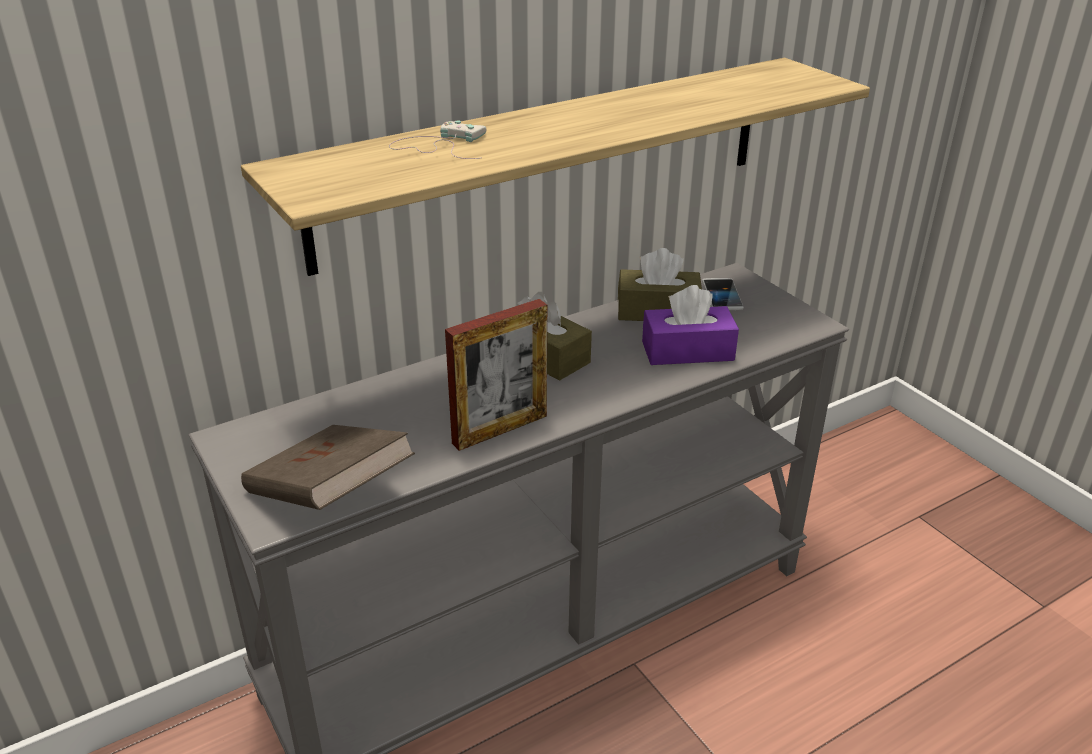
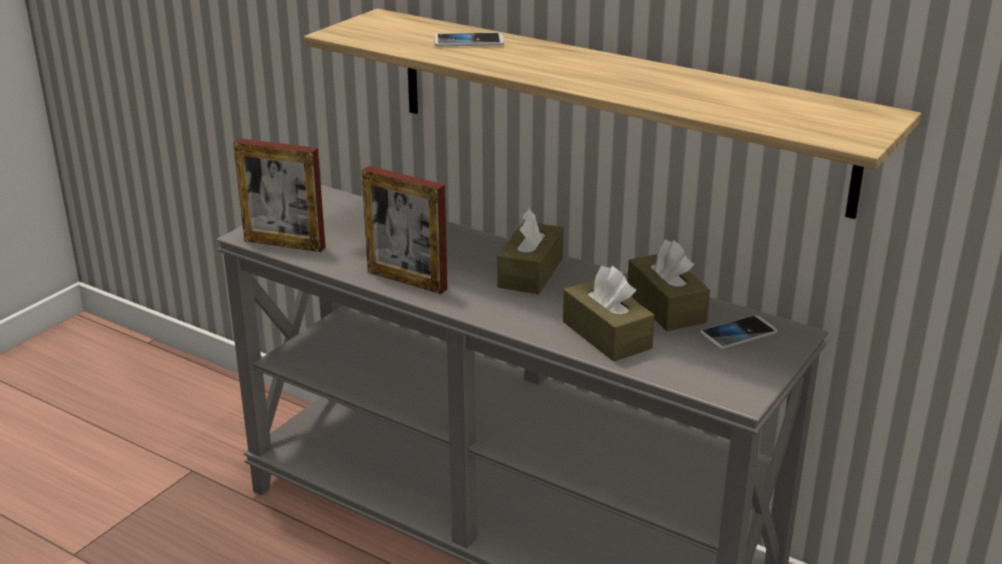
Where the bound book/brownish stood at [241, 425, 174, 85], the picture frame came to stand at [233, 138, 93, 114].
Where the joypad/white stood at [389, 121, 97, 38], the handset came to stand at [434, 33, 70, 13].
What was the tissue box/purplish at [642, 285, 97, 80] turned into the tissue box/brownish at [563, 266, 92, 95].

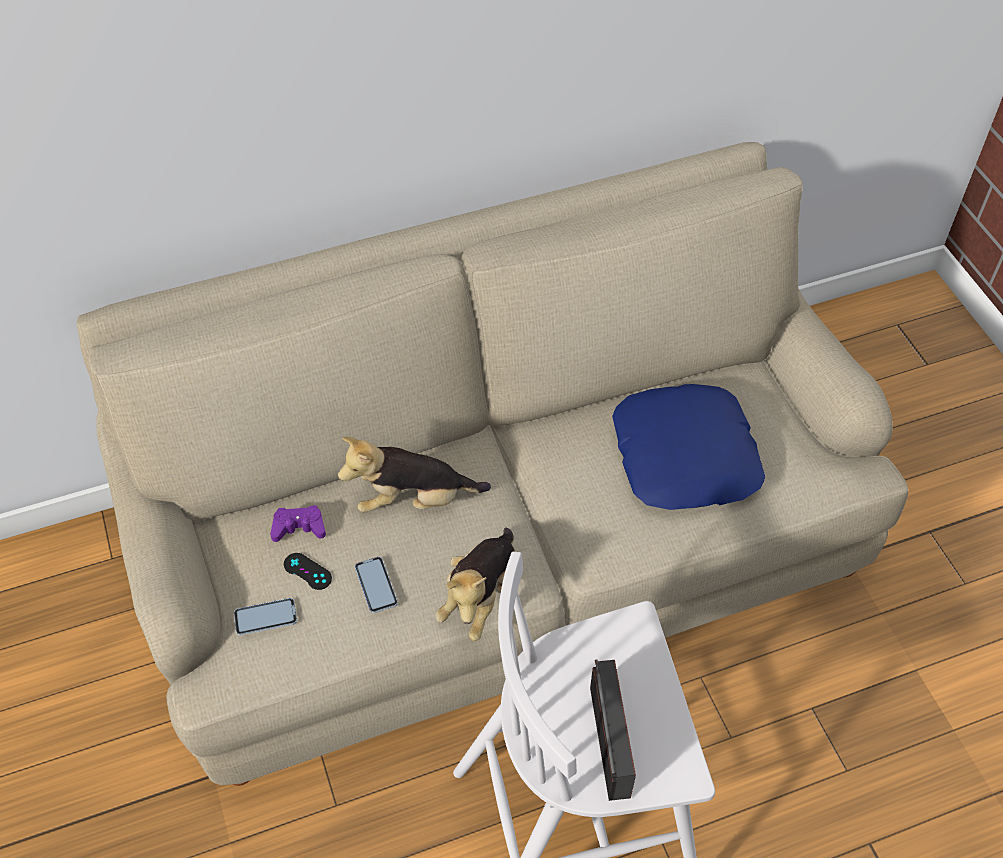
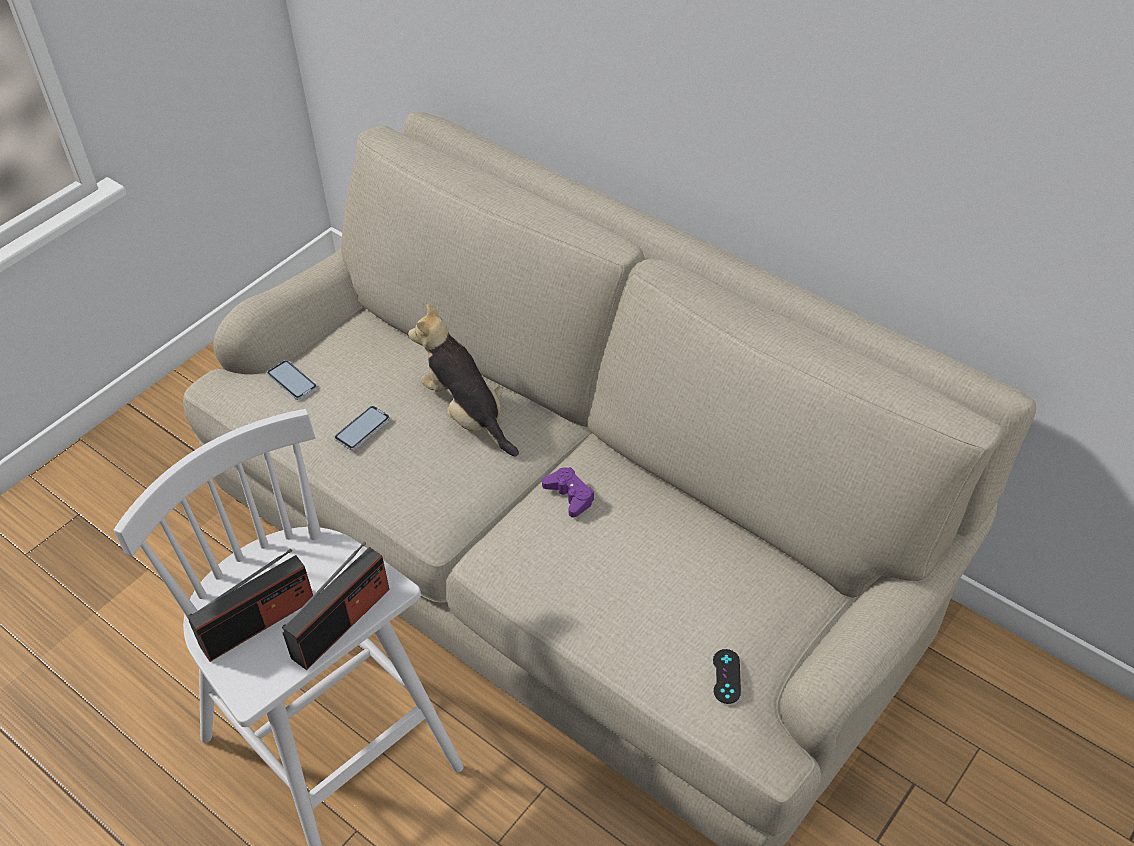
The second view gained the radio at [282, 542, 108, 128].
The joypad/purplish ended up elsewhere, having gone from [270, 505, 56, 37] to [542, 467, 53, 51].
The joypad/black ended up elsewhere, having gone from [284, 553, 48, 37] to [713, 649, 28, 55].
The second view lost the soft toy at [435, 528, 81, 113].
The second view lost the throw pillow/blue-coloured at [612, 384, 153, 126].

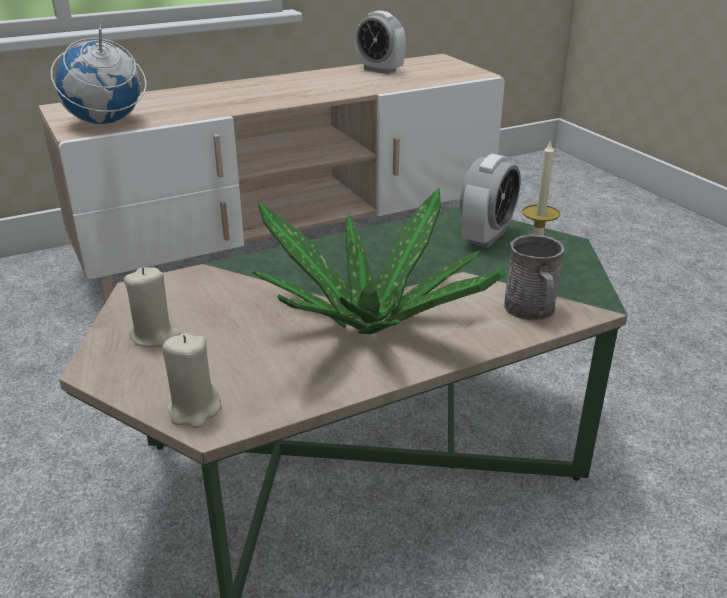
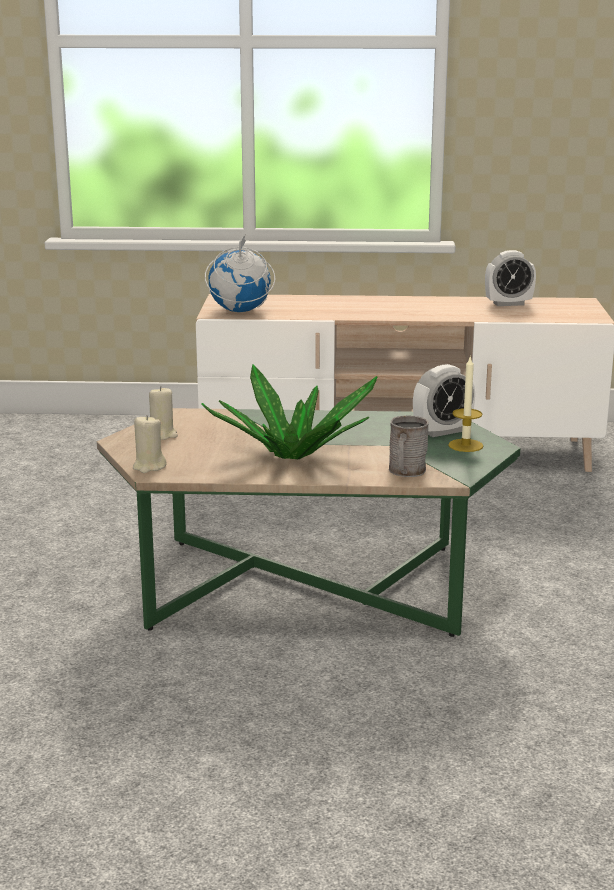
The table clock at [355, 11, 51, 63] ended up facing another way, 75 degrees counterclockwise from before.

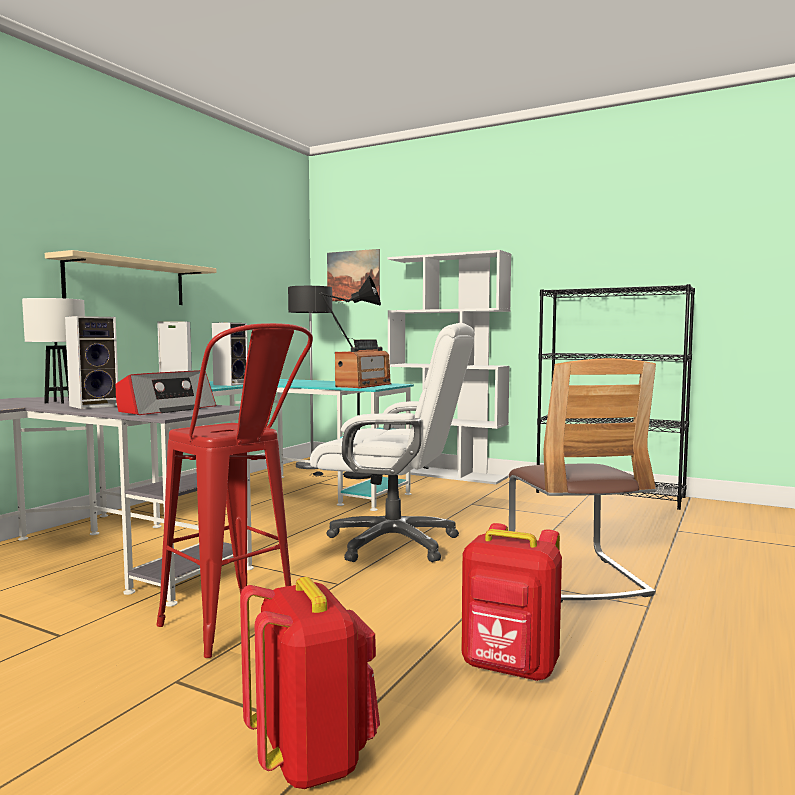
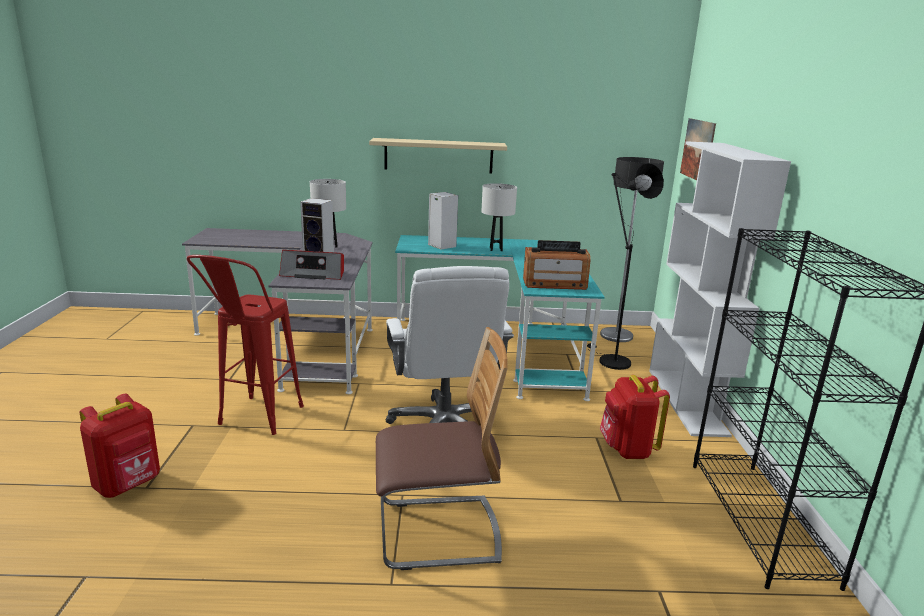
The upright chair at [509, 358, 147, 245] ended up facing another way, 150 degrees counterclockwise from before.
Where the audio speaker stood at [212, 322, 36, 64], the lamp for a table/white came to stand at [481, 183, 36, 68].
The knapsack/red-coloured ended up elsewhere, having gone from [462, 523, 100, 158] to [600, 375, 70, 84].

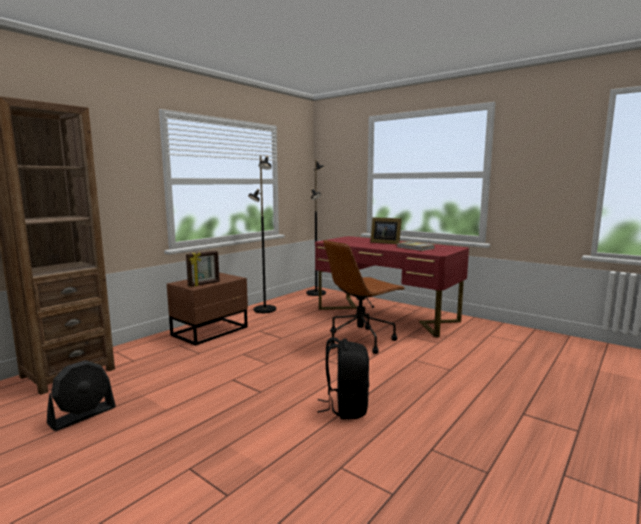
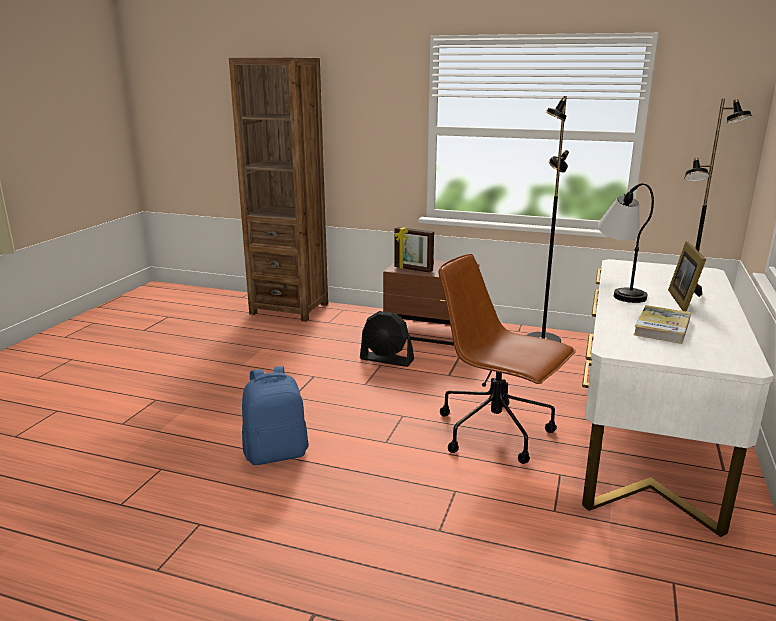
What was the knapsack/black at [317, 337, 52, 82] turned into the knapsack/blue-coloured at [242, 366, 67, 99].
The cooling fan/black ended up elsewhere, having gone from [47, 360, 69, 71] to [360, 311, 54, 56].
What was the desk/red-coloured at [315, 236, 154, 101] turned into the desk/white at [582, 259, 192, 278].
The second view gained the lamp for a table at [597, 183, 57, 120].

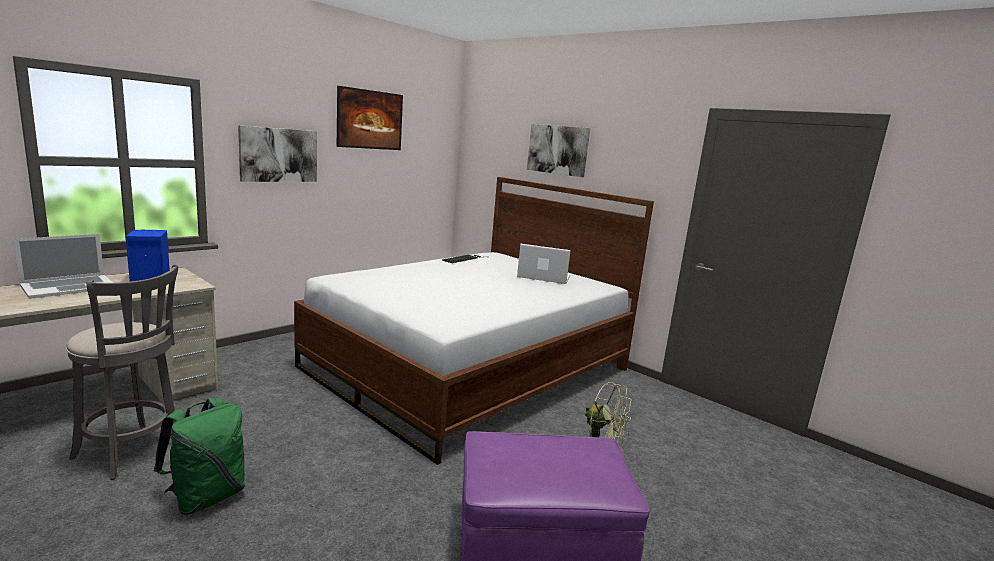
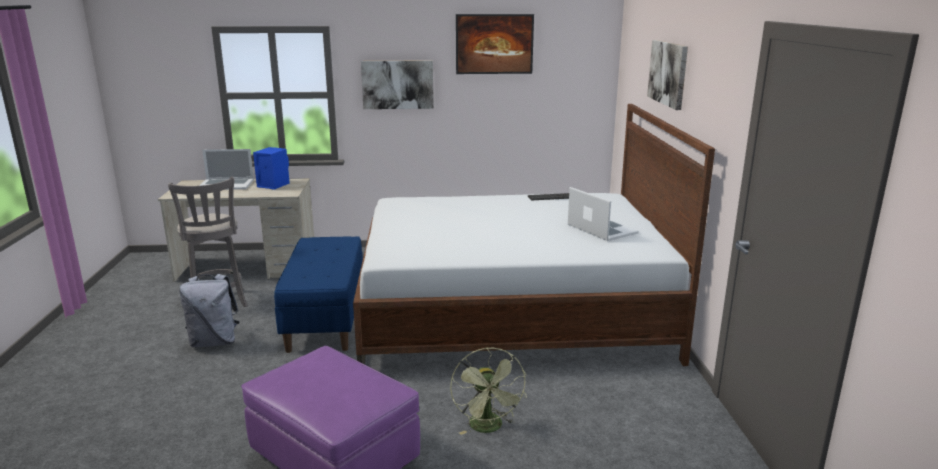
What was the knapsack/greenish at [154, 398, 91, 117] turned into the knapsack/greyish at [179, 274, 61, 73].
The second view gained the bench/blue-coloured at [274, 236, 89, 117].

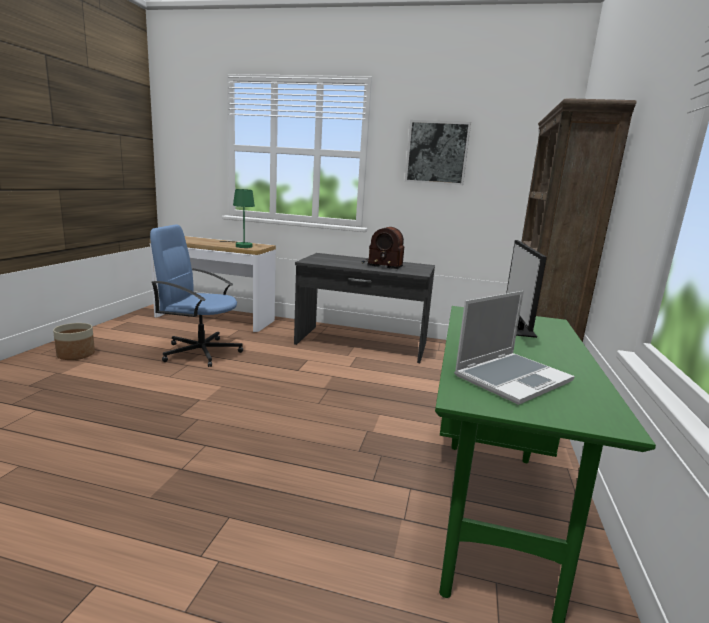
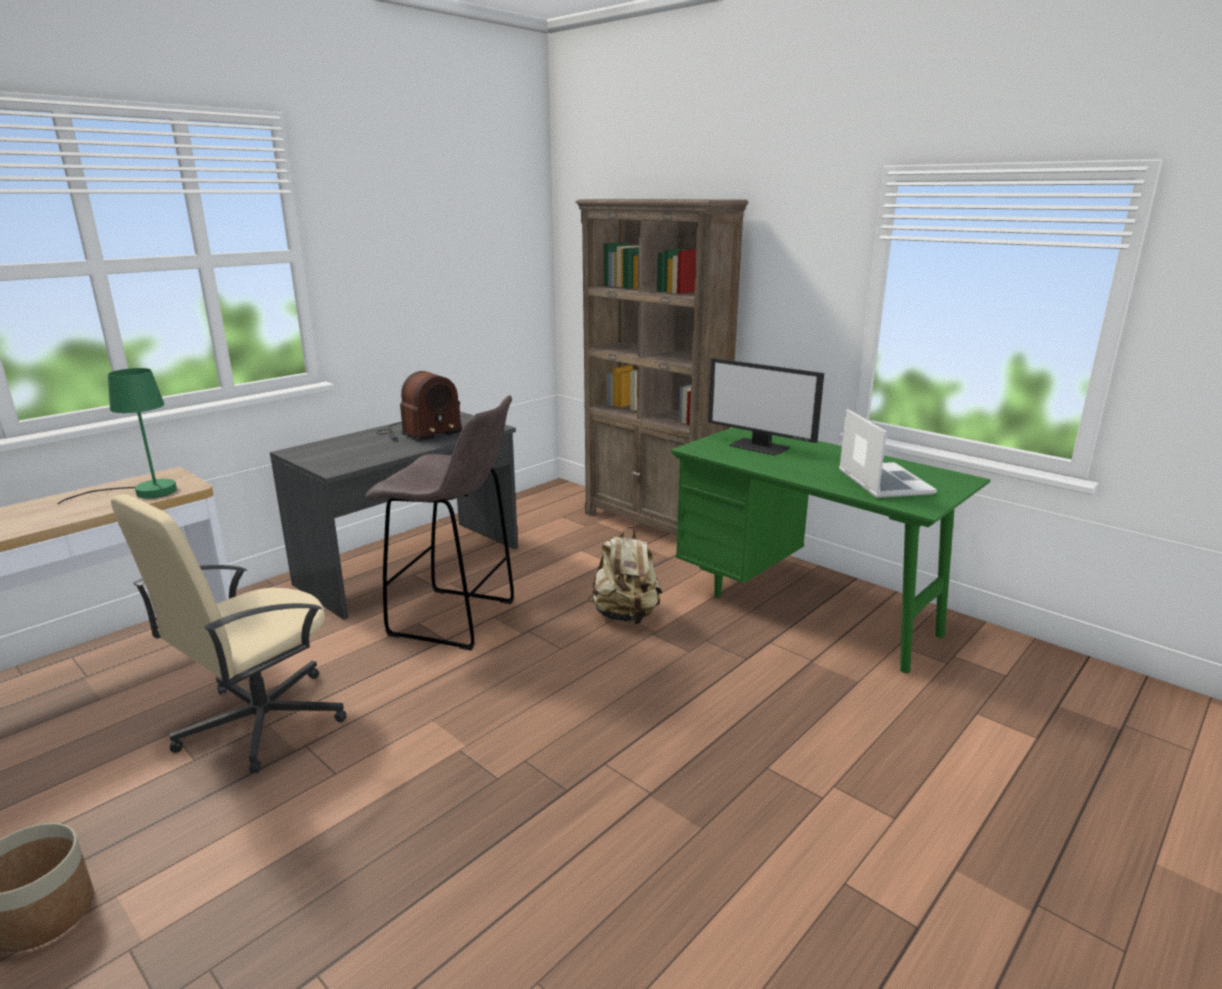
What was the computer chair/blue-coloured at [150, 225, 93, 142] turned into the computer chair/sand-coloured at [111, 494, 236, 280].
The second view gained the sitting stool/greyish at [365, 395, 149, 255].
The second view gained the knapsack/sand-coloured at [588, 526, 74, 98].
The second view lost the picture at [405, 120, 66, 65].

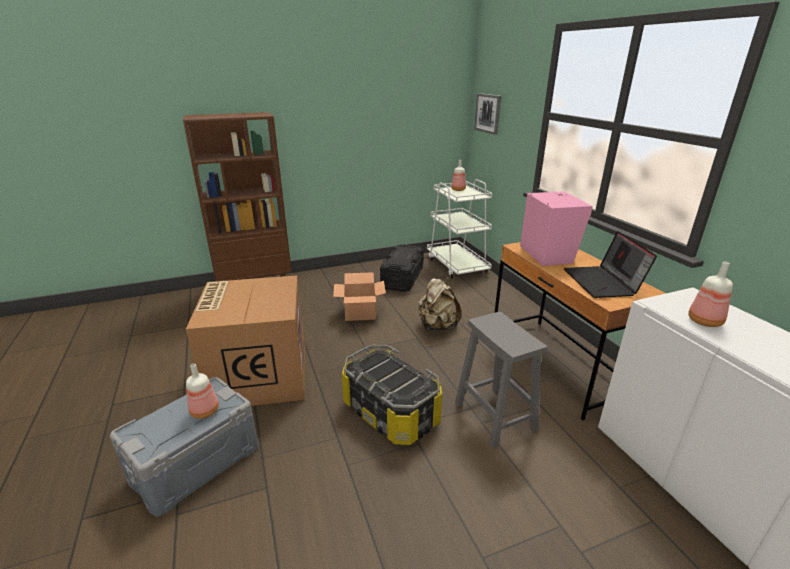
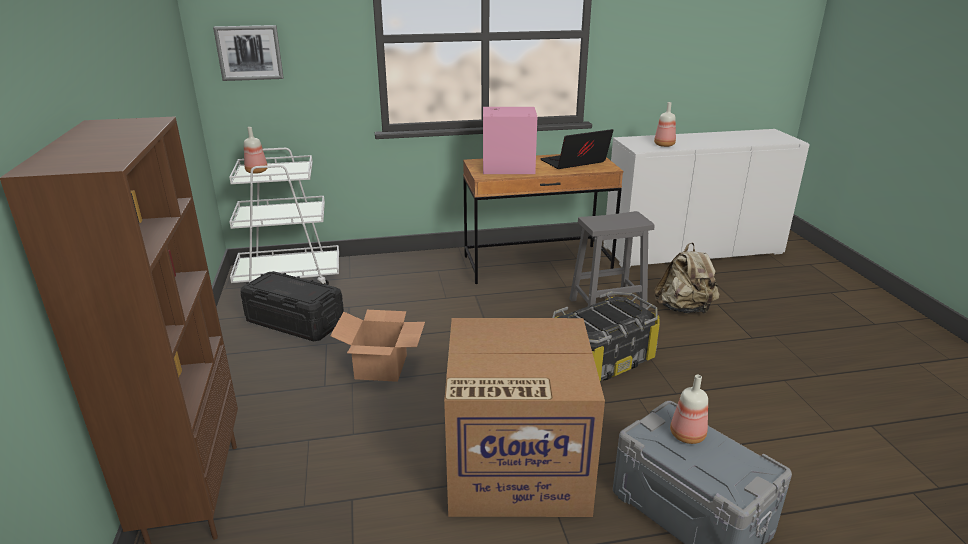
The laptop at [564, 231, 93, 67] ended up facing another way, 150 degrees clockwise from before.
The knapsack/sand-coloured ended up elsewhere, having gone from [418, 277, 43, 54] to [655, 243, 65, 71].

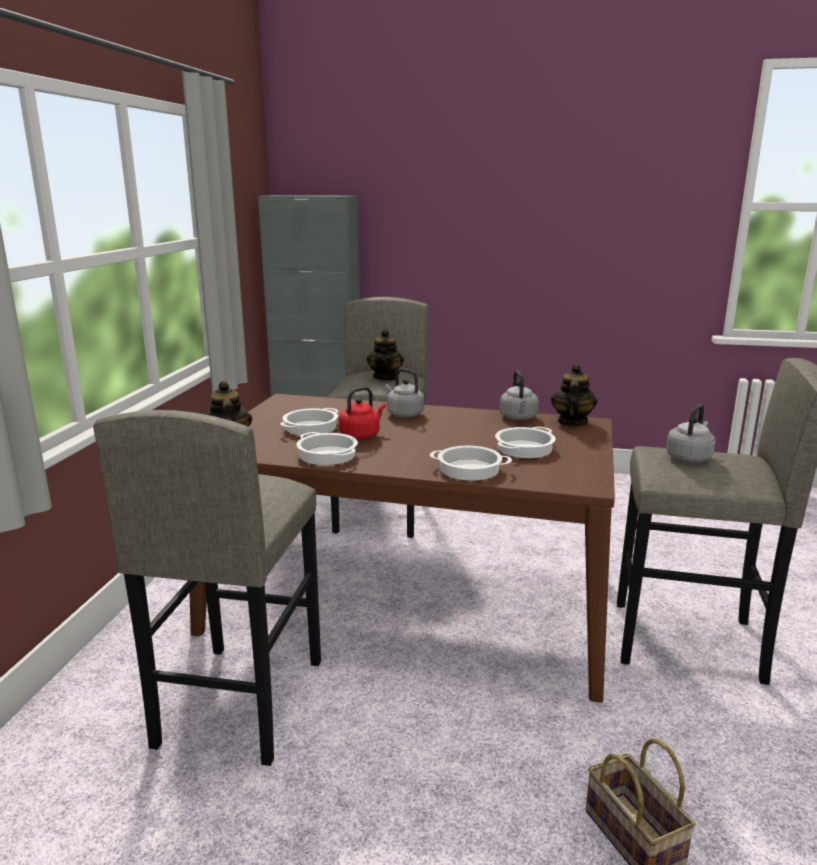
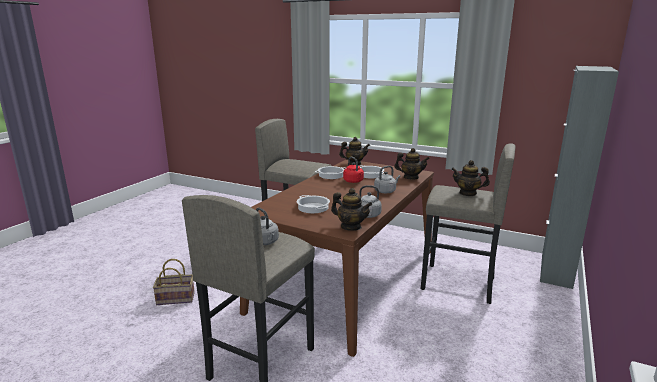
The second view gained the pot for tea at [394, 148, 36, 32].
The second view lost the saucepot at [430, 446, 82, 35].

